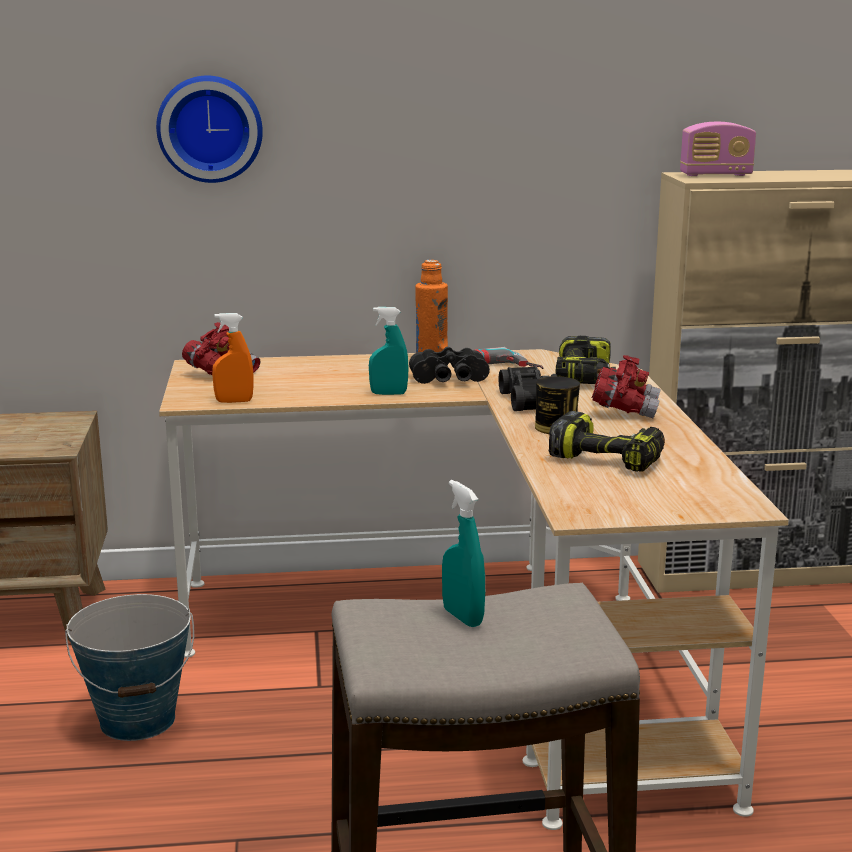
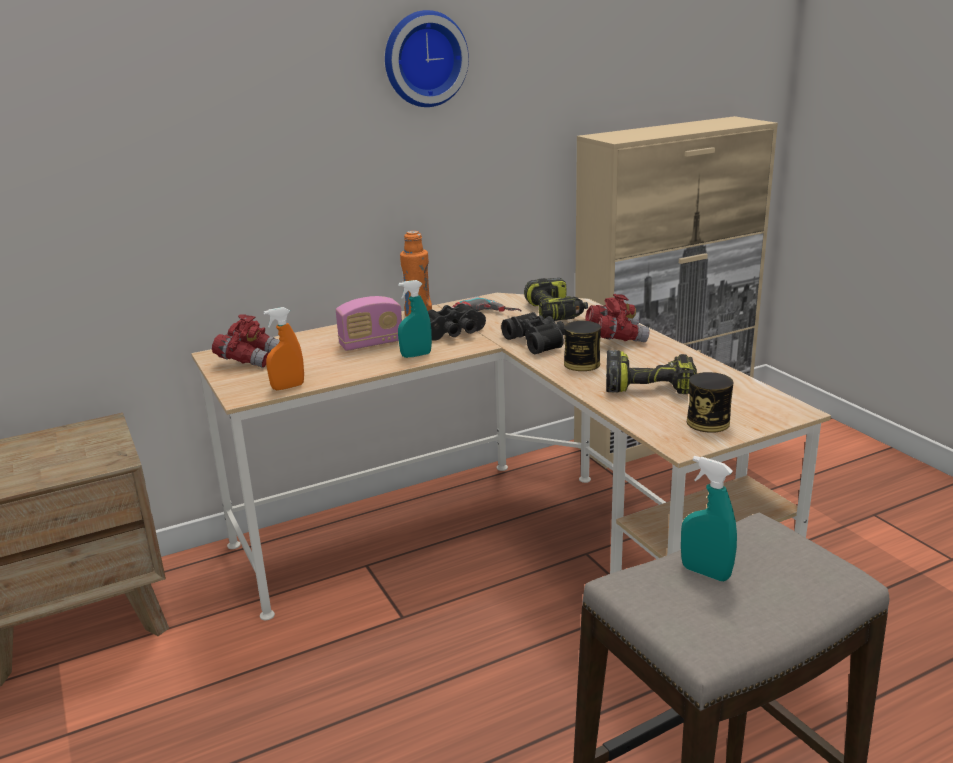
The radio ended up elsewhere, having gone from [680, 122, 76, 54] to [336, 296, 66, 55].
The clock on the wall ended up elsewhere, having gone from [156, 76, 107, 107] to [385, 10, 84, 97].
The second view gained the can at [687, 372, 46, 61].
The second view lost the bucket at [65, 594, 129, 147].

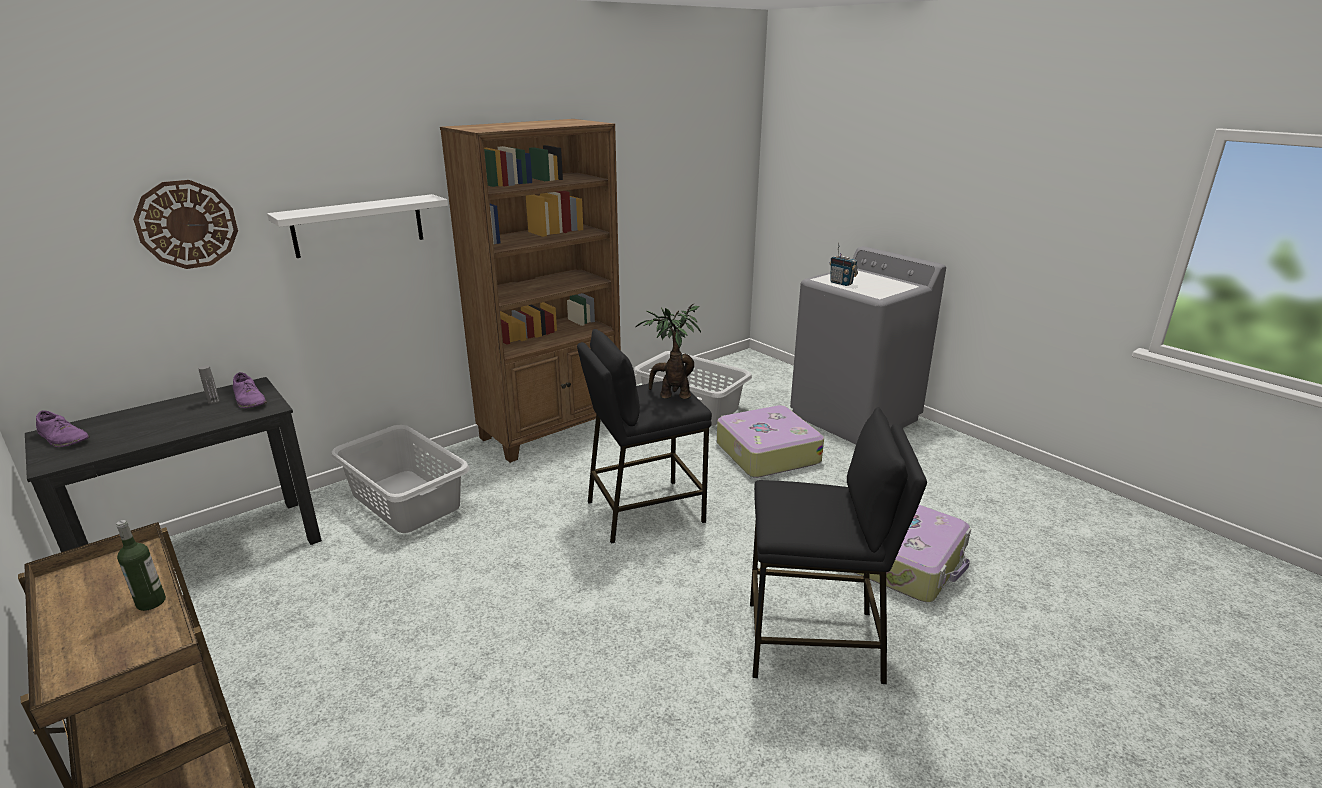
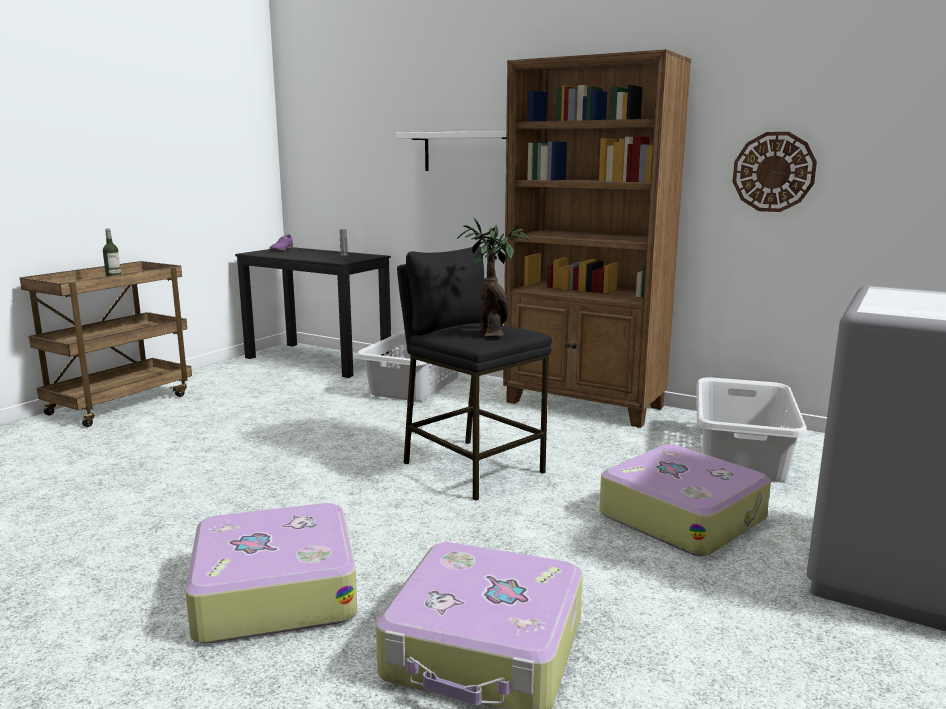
Where the sitting stool/black stood at [750, 407, 177, 277], the piece of luggage came to stand at [185, 503, 172, 140].
The clock on the wall ended up elsewhere, having gone from [133, 180, 105, 89] to [733, 132, 84, 80].
The second view lost the item of footwear/purplish at [233, 372, 34, 36].
The second view lost the radio at [830, 242, 28, 44].

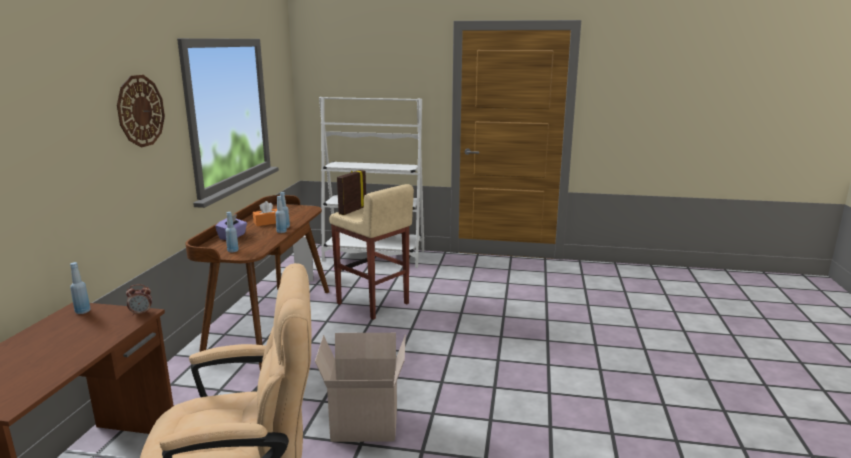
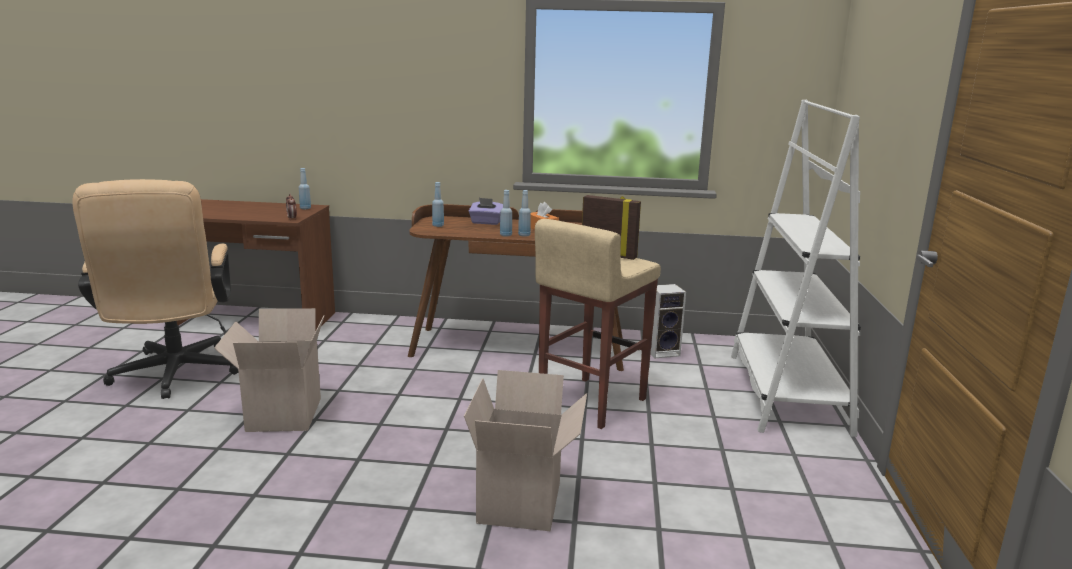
The second view gained the cardboard box at [464, 370, 123, 161].
The second view lost the clock on the wall at [117, 75, 48, 72].

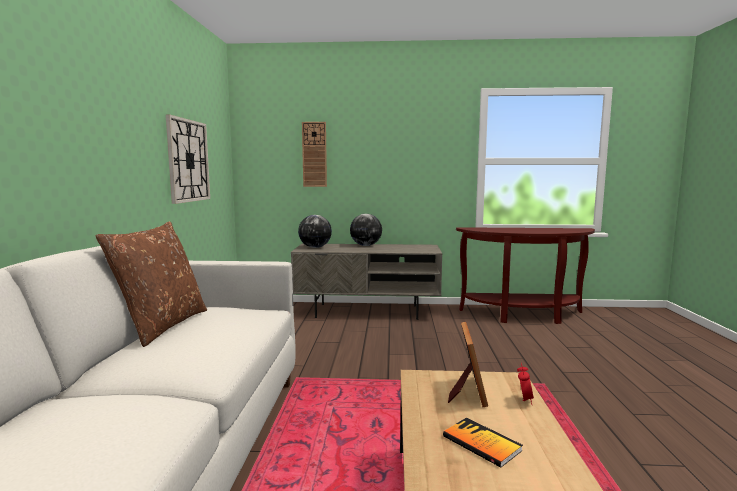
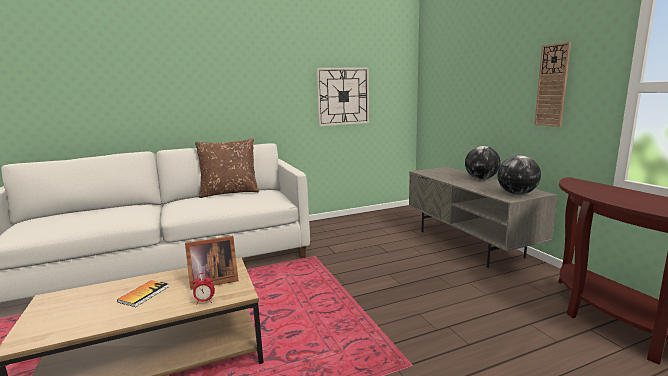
The desk globe ended up elsewhere, having gone from [298, 215, 34, 33] to [497, 155, 44, 40].
The clock on the wall ended up elsewhere, having gone from [302, 122, 25, 65] to [534, 42, 37, 85].

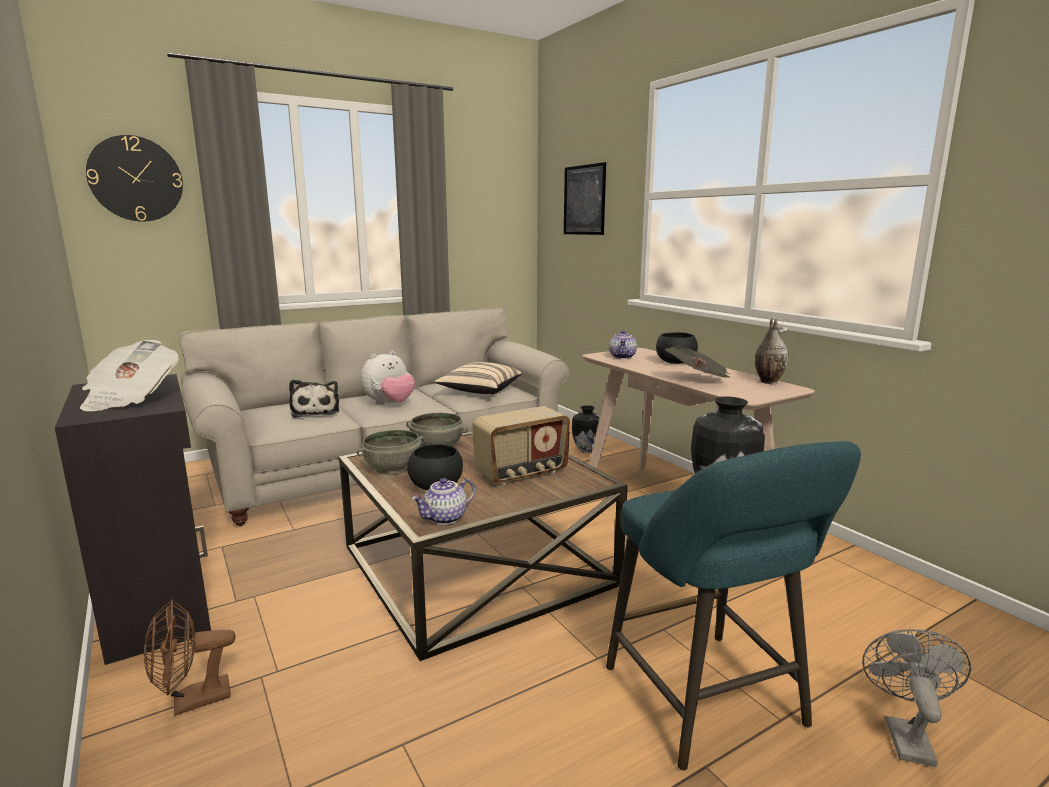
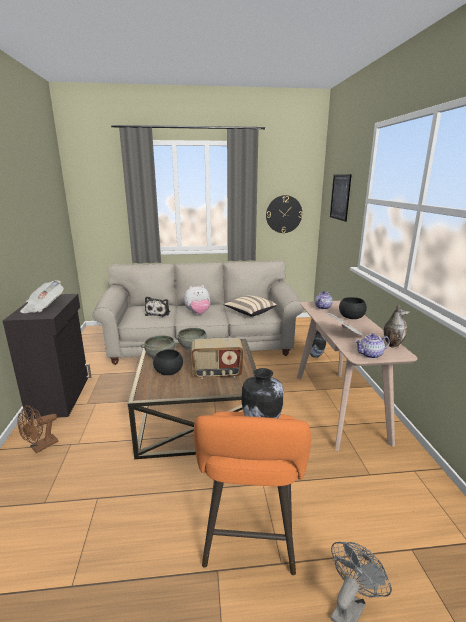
The cooling fan/brownish at [144, 599, 92, 117] ended up facing another way, 45 degrees counterclockwise from before.
What was the sitting stool/blue-green at [606, 441, 255, 330] turned into the sitting stool/orange at [194, 411, 117, 164].
The clock on the wall ended up elsewhere, having gone from [86, 135, 97, 87] to [266, 195, 36, 38].
The pot for tea ended up elsewhere, having gone from [412, 478, 63, 47] to [355, 333, 35, 26].

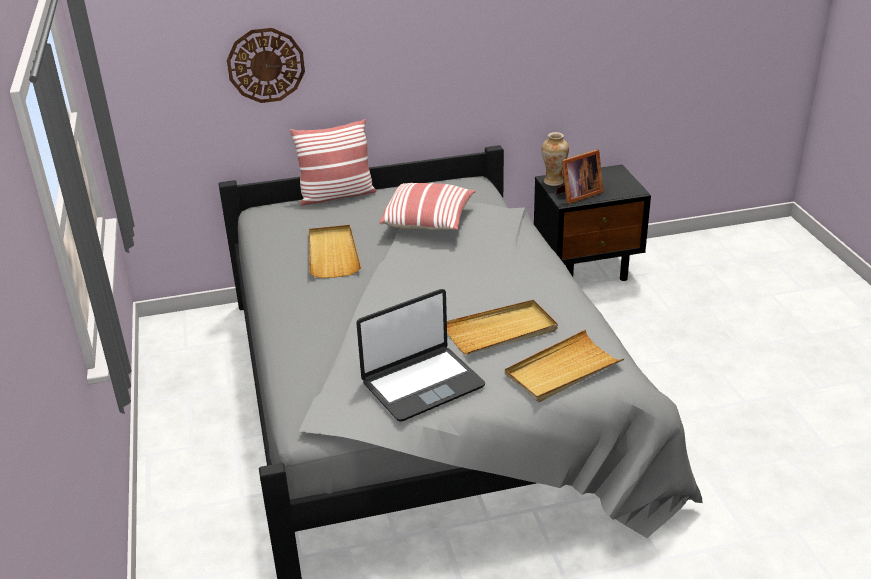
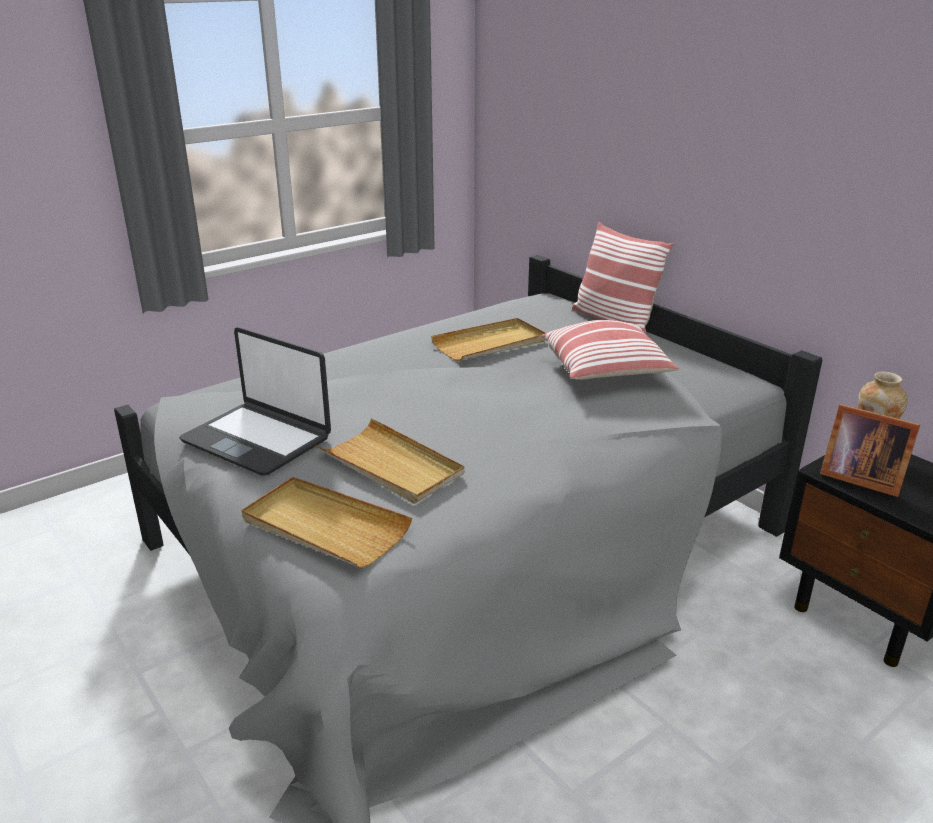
The second view lost the clock on the wall at [227, 28, 78, 75].

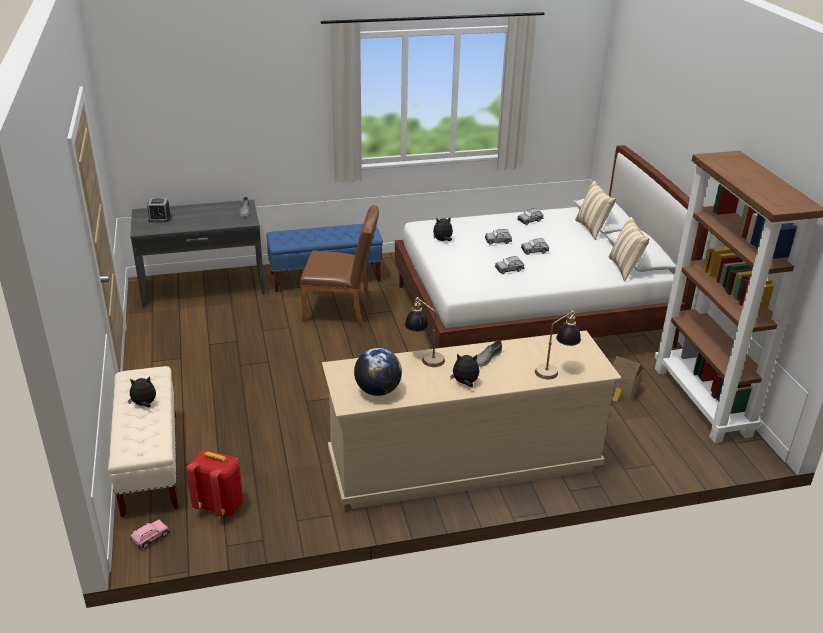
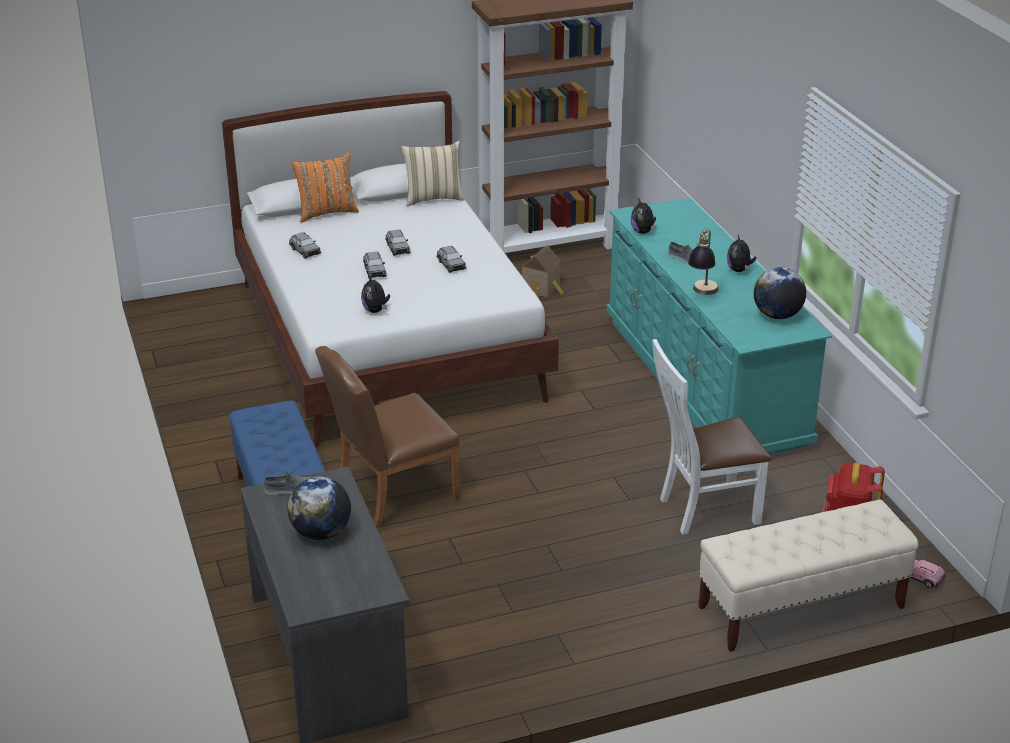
The second view gained the desk globe at [287, 477, 64, 63].
What was the throw pillow/sand-coloured at [575, 181, 41, 59] turned into the throw pillow/orange at [291, 152, 68, 70].
The upright chair/brownish at [300, 205, 79, 121] ended up facing another way, 120 degrees counterclockwise from before.
What was the dresser/sand-coloured at [322, 330, 300, 179] turned into the dresser/blue-green at [606, 198, 226, 256].
The soft toy ended up elsewhere, having gone from [128, 376, 28, 32] to [631, 198, 25, 36].
The second view gained the upright chair/white at [652, 339, 120, 196].
The second view lost the table clock at [147, 198, 24, 24].
The second view lost the lamp for a table at [535, 309, 46, 70].

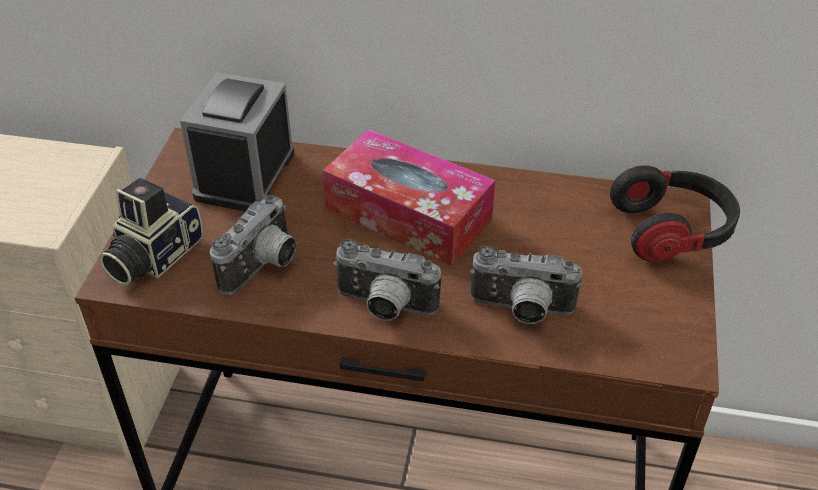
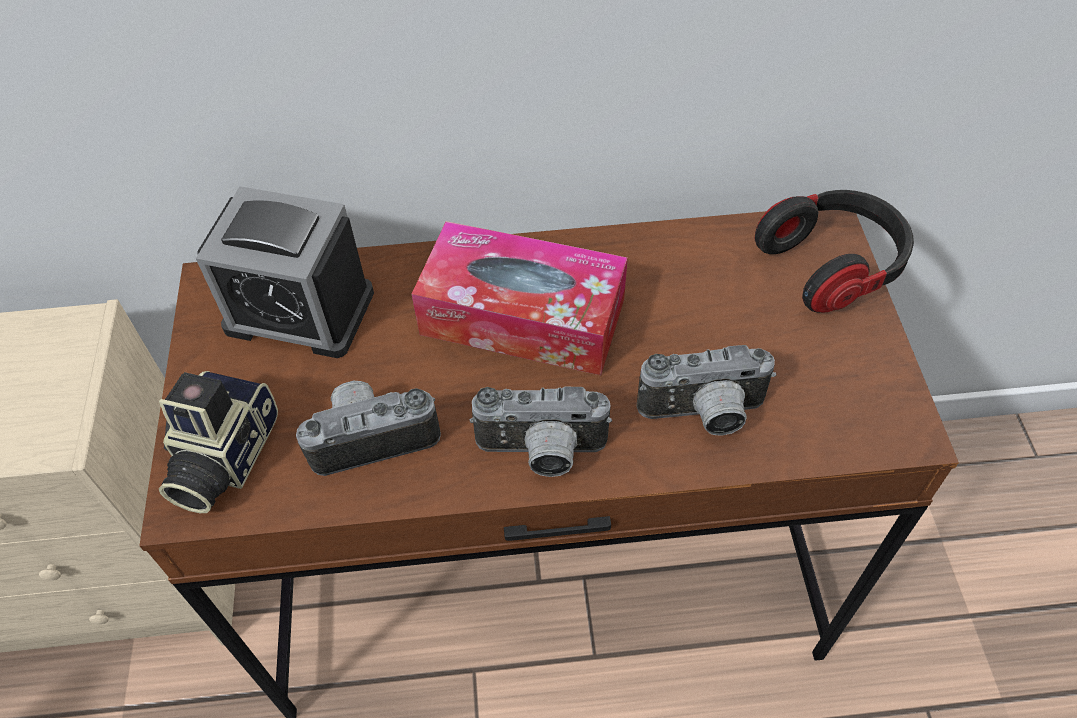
The table clock at [180, 72, 115, 140] ended up facing another way, 75 degrees counterclockwise from before.
The photo camera at [210, 195, 86, 100] ended up facing another way, 120 degrees counterclockwise from before.

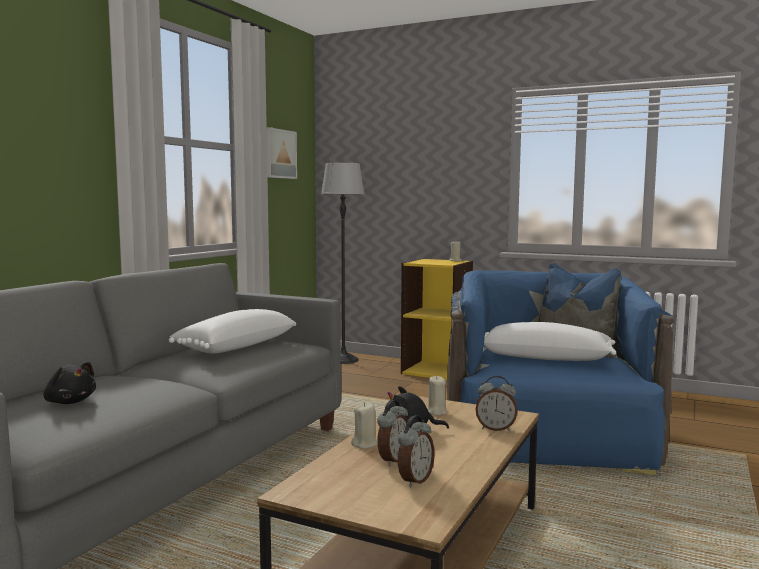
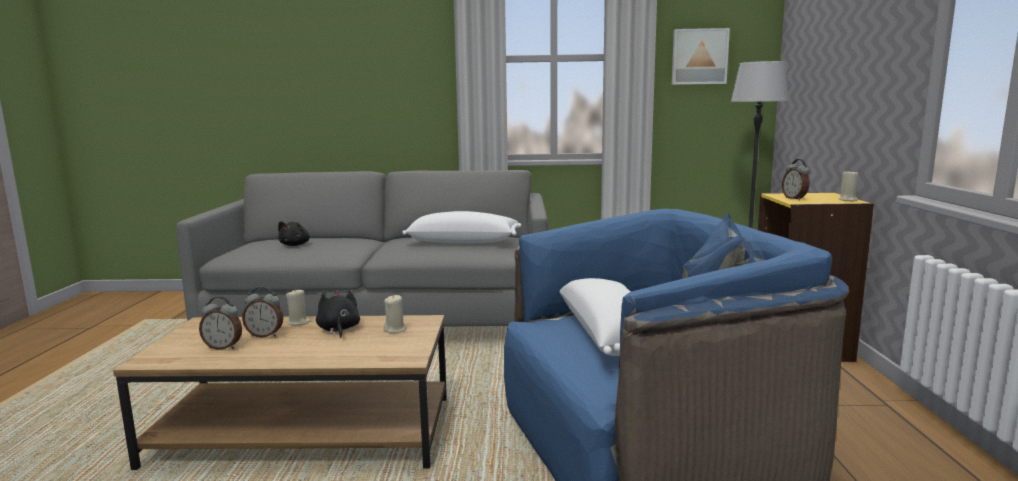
The table clock ended up elsewhere, having gone from [476, 376, 41, 55] to [782, 159, 28, 42].

